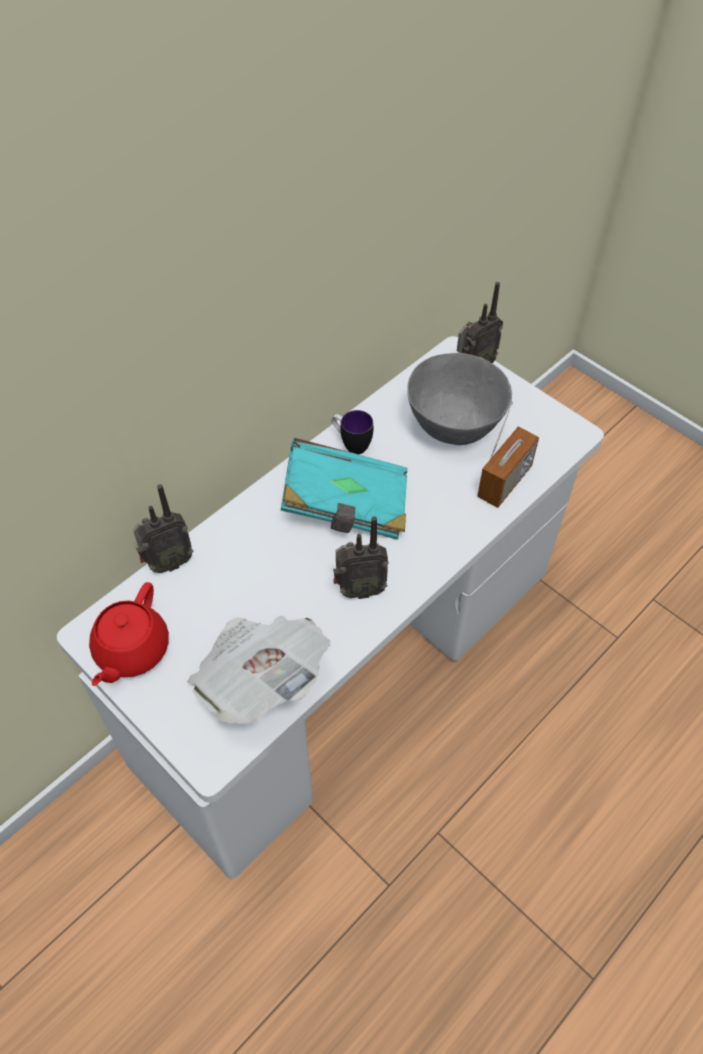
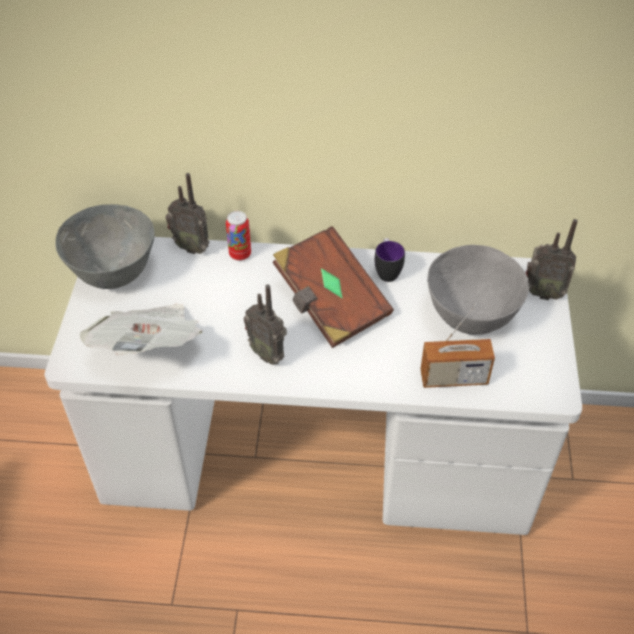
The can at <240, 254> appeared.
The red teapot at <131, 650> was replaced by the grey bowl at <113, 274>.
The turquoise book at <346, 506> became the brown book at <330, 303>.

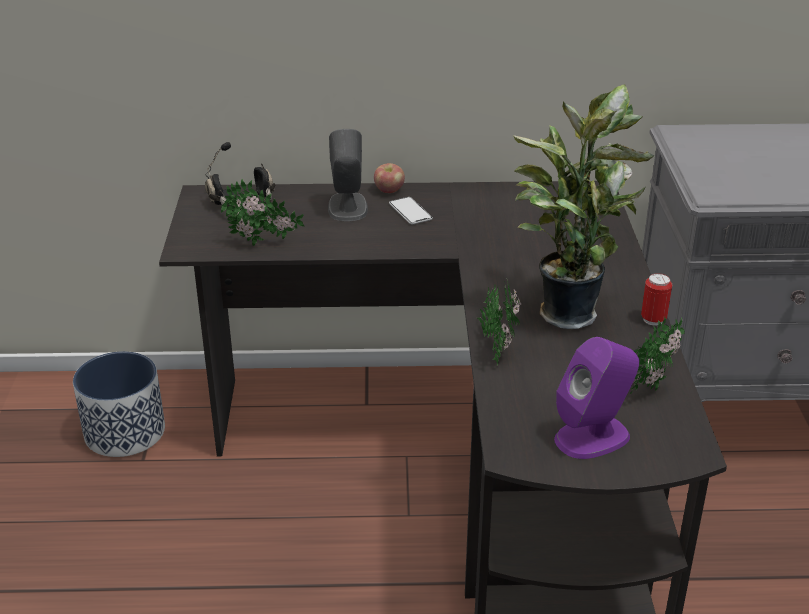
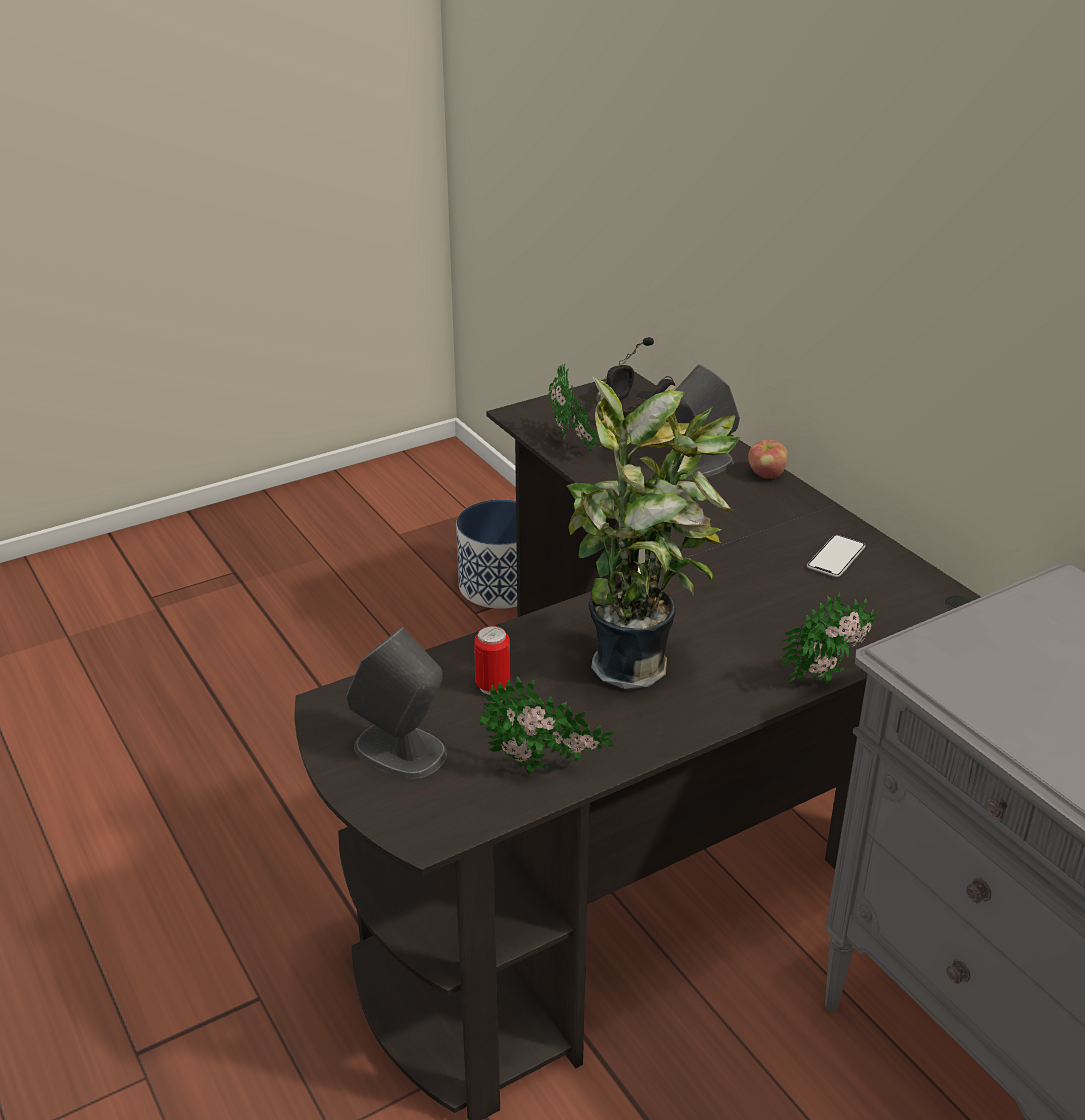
The phone moved from <410, 212> to <836, 557>.
The potted plant moved from <496, 347> to <830, 675>.
The can moved from <653, 319> to <493, 686>.
The purple speaker at <593, 437> became the grey speaker at <401, 750>.

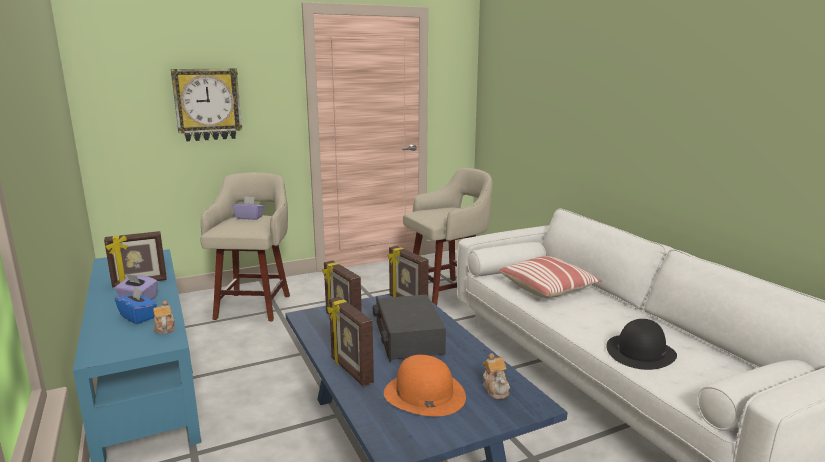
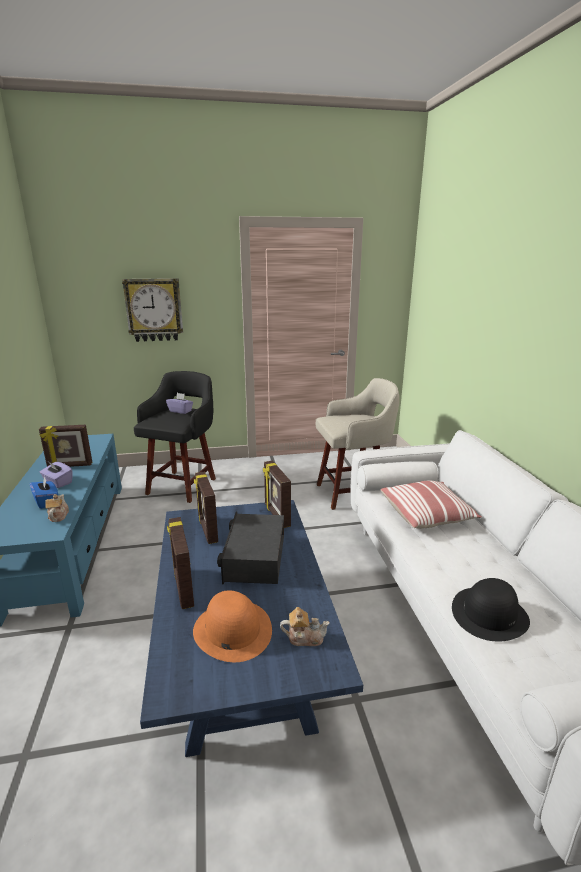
The beige stool at <255, 305> became the black stool at <183, 485>.
The teapot at <496, 388> turned 90 degrees counterclockwise.

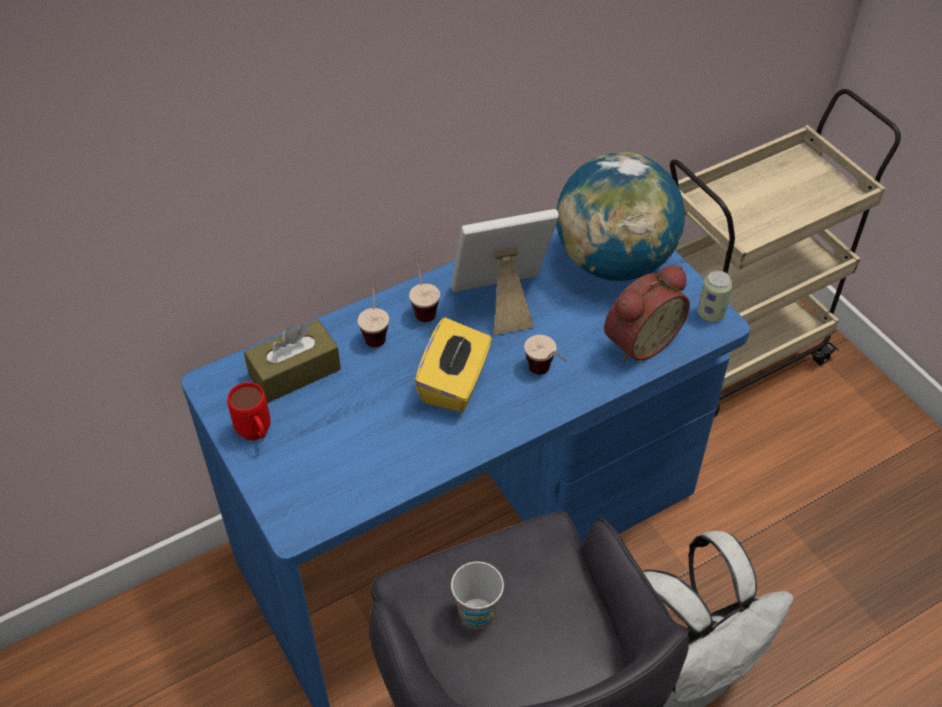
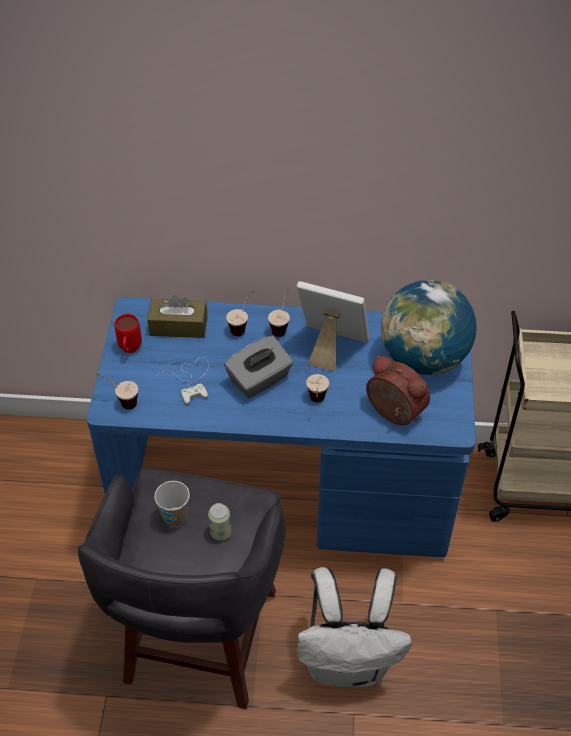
The cup at <120, 402> appeared.
The white game controller at <190, 380> appeared.
The can moved from <710, 314> to <220, 532>.
The yellow tissue box at <454, 383> became the grey tissue box at <259, 380>.
The alarm clock at <638, 340> turned 135 degrees counterclockwise.

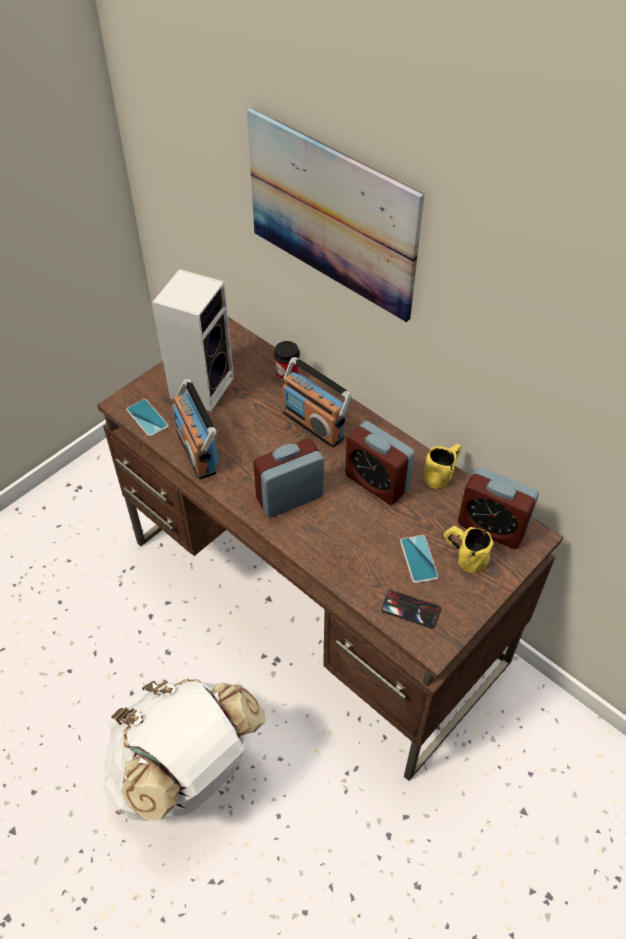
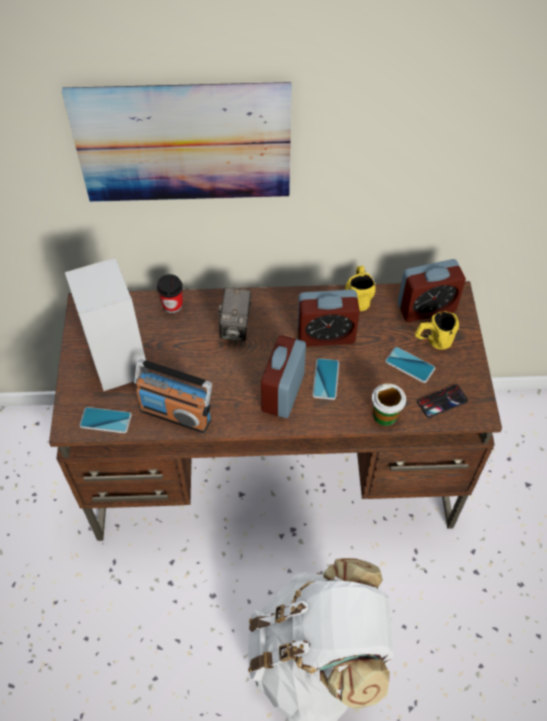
The phone at <325, 379> appeared.
The cup at <385, 415> appeared.
The radio at <314, 424> was replaced by the photo camera at <236, 327>.

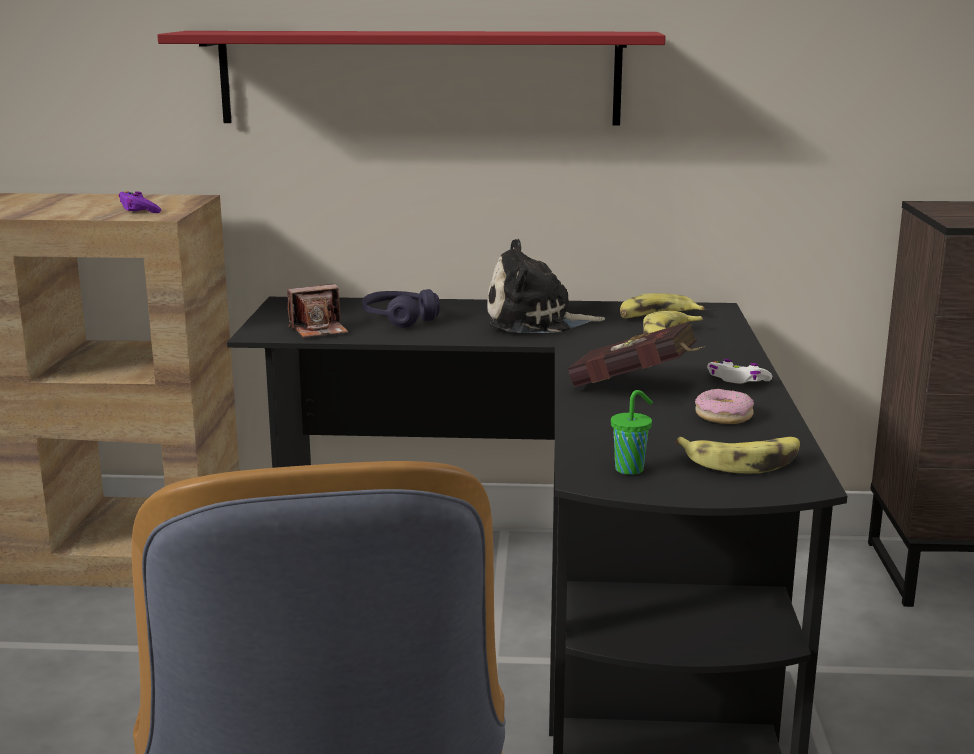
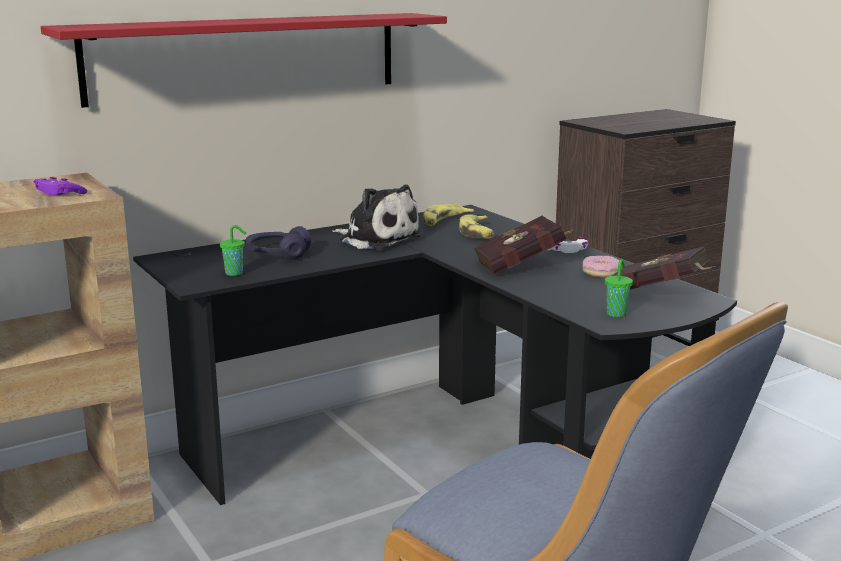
The photo camera at <319, 330> was replaced by the green cup at <235, 273>.
The banana at <742, 462> was replaced by the red book at <660, 295>.
The plush toy at <536, 322> turned 105 degrees counterclockwise.

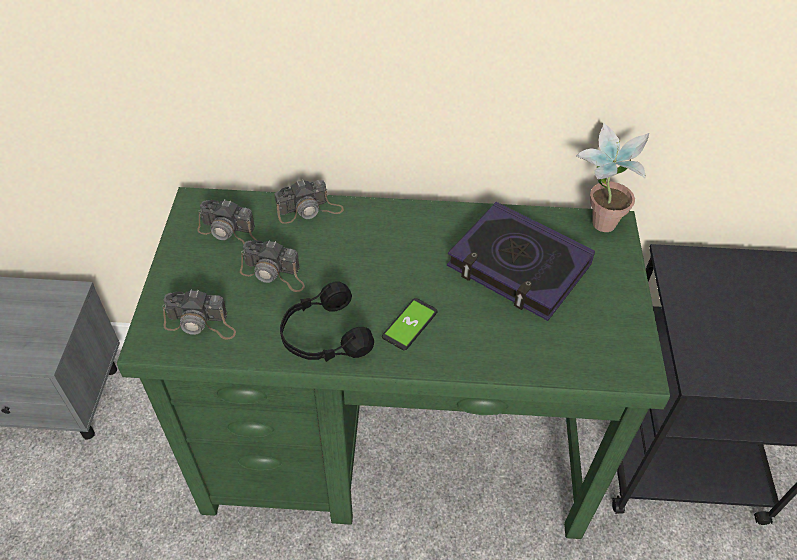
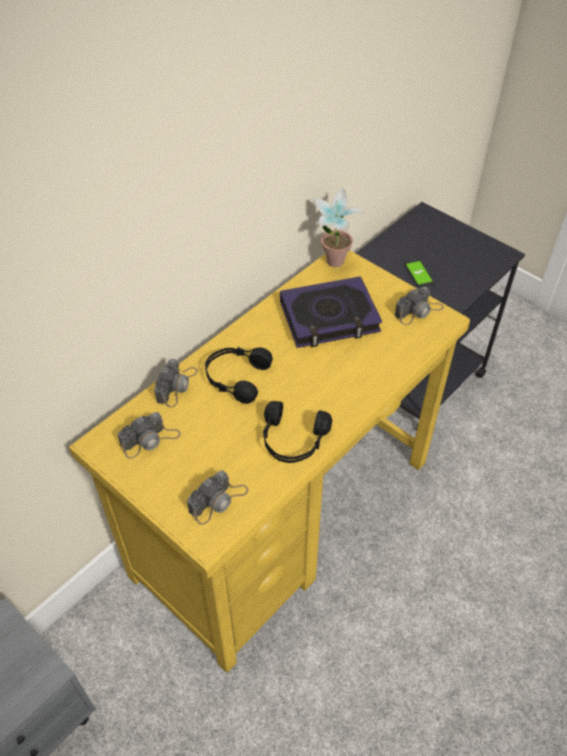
The black headphones at <236, 378> appeared.
The photo camera moved from <274, 273> to <418, 311>.
The phone moved from <410, 324> to <418, 274>.
The green desk at <396, 446> became the yellow desk at <283, 515>.

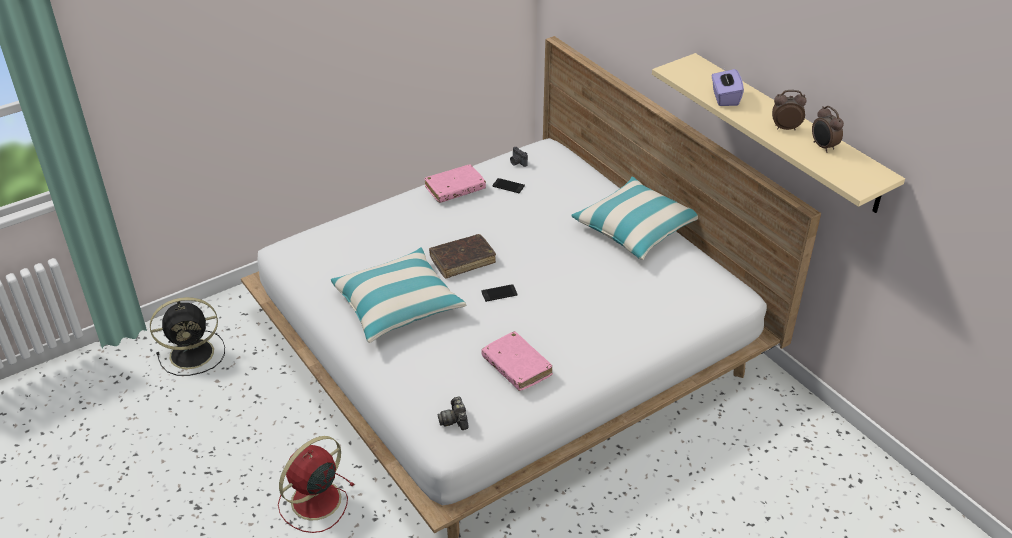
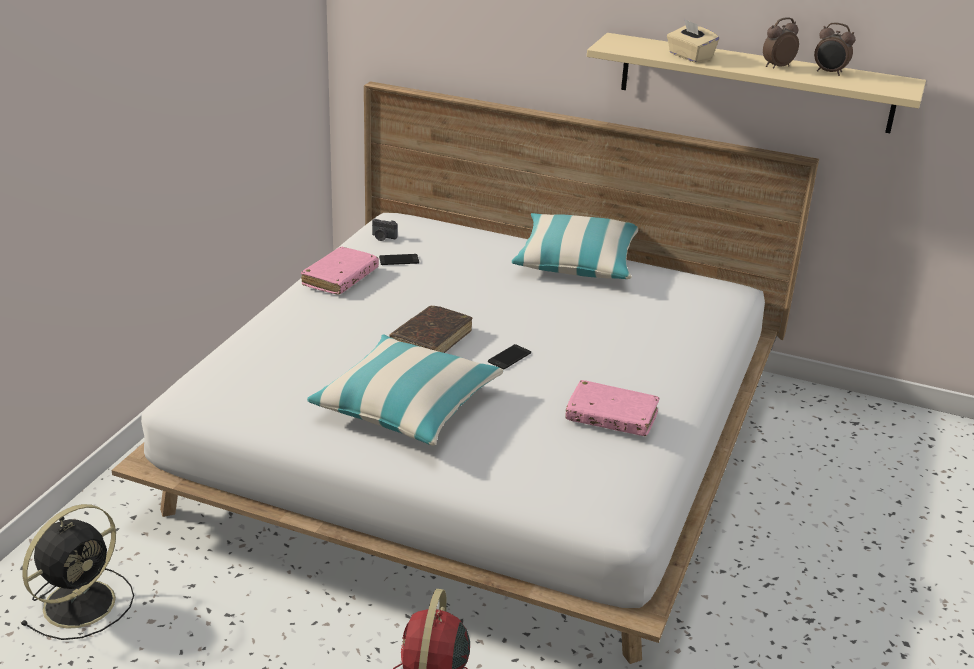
The photo camera at <455, 420> disappeared.
The purple tissue box at <724, 98> became the beige tissue box at <689, 57>.

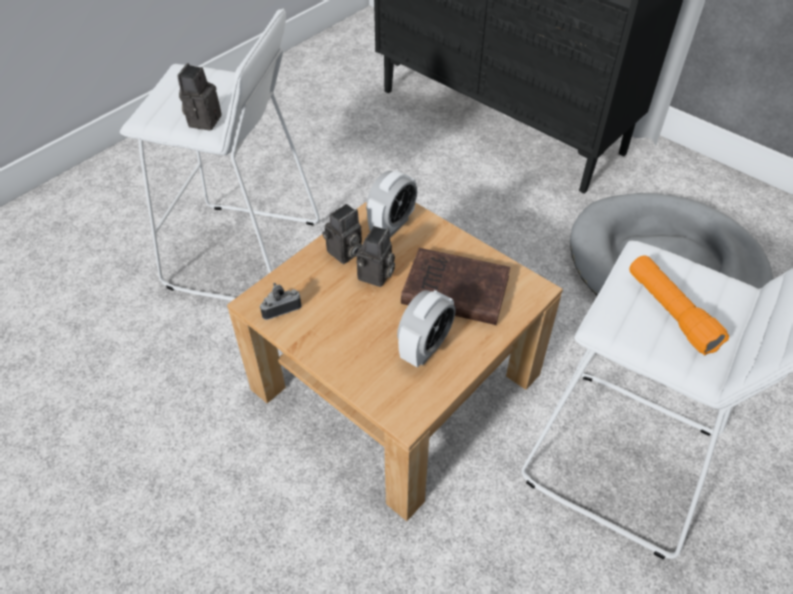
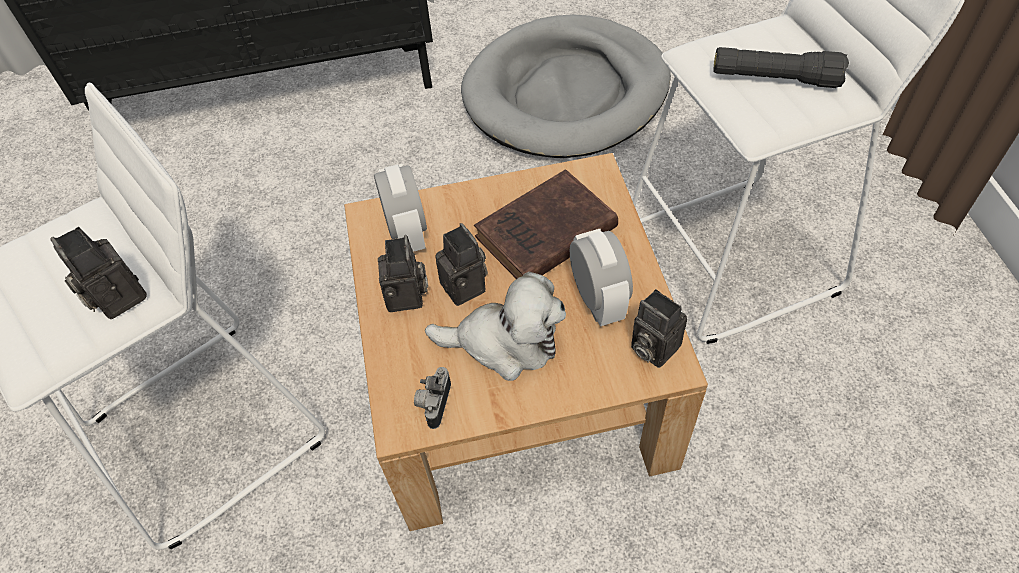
The plush toy at <505, 342> appeared.
The photo camera at <651, 347> appeared.
The orange flashlight at <670, 312> became the black flashlight at <775, 79>.

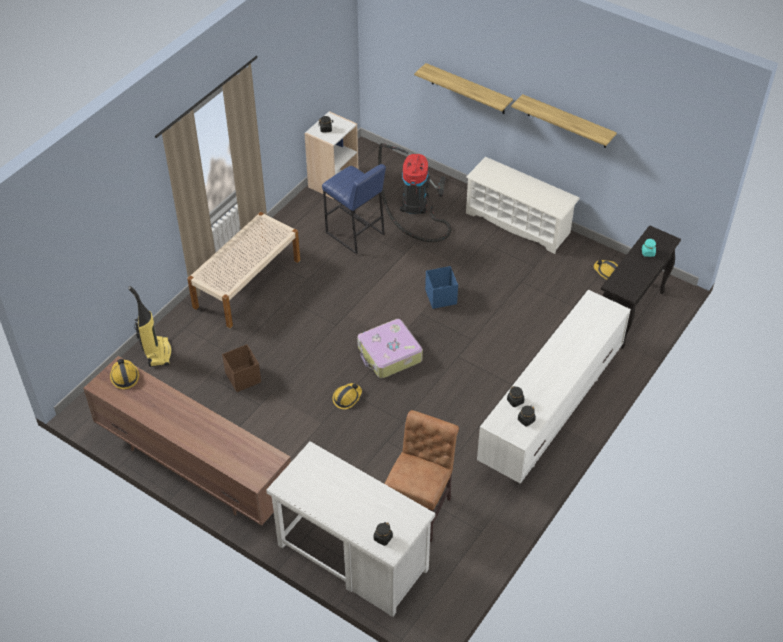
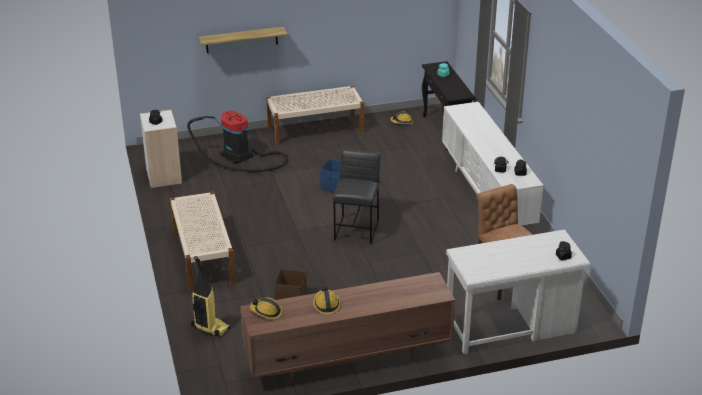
The blue stool at <355, 234> disappeared.
The shelf at <567, 122> disappeared.
The hard hat moved from <347, 398> to <326, 304>.
The suitcase at <389, 355> was replaced by the grey stool at <357, 230>.
The white shoe rack at <518, 223> was replaced by the beige bench at <315, 129>.

